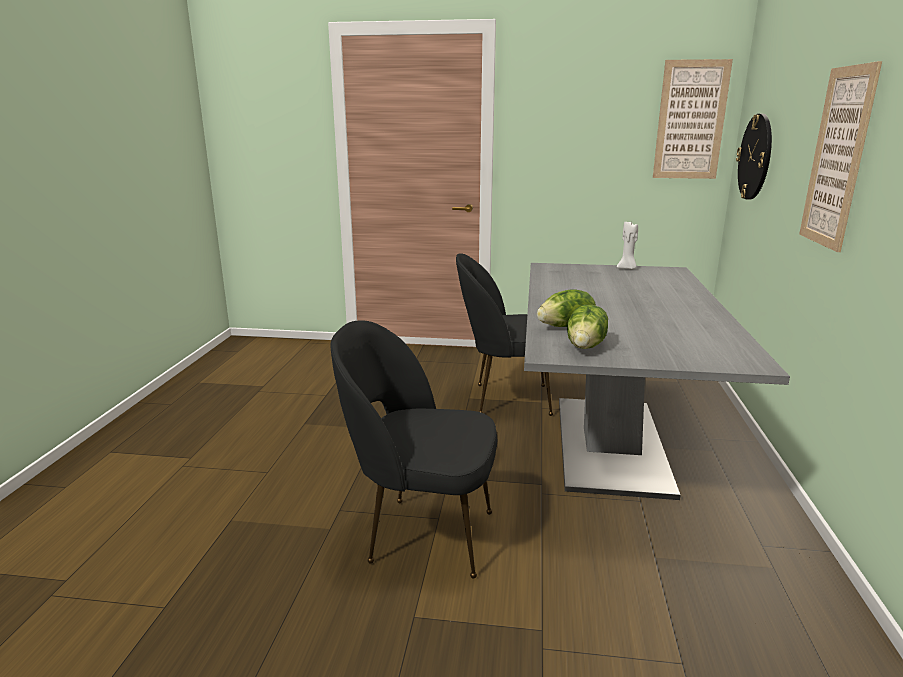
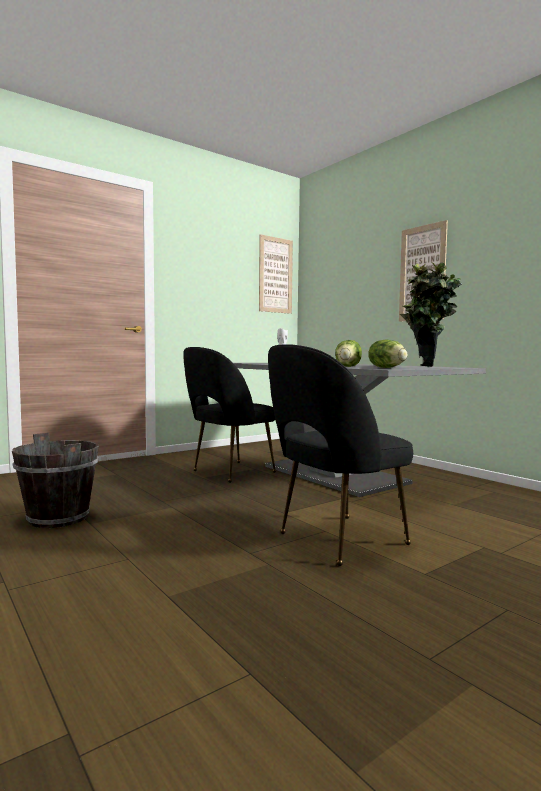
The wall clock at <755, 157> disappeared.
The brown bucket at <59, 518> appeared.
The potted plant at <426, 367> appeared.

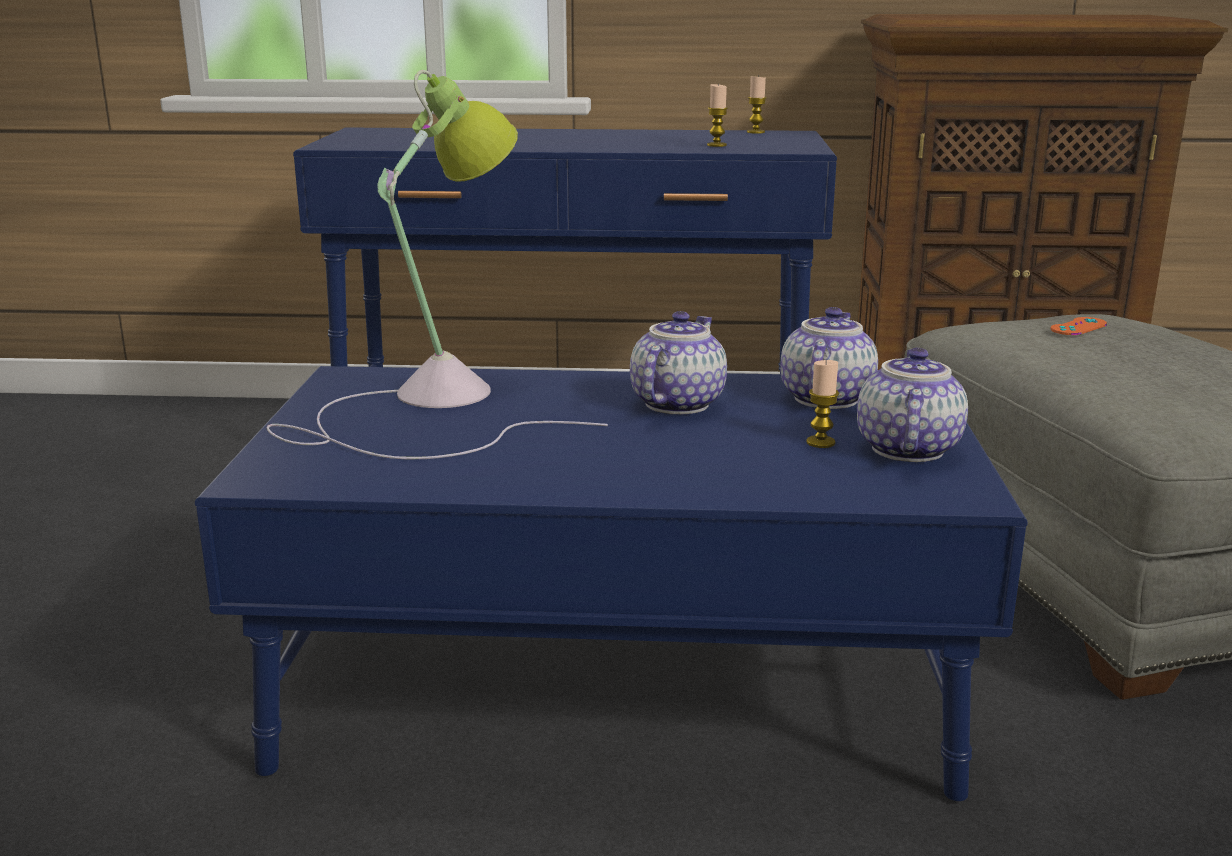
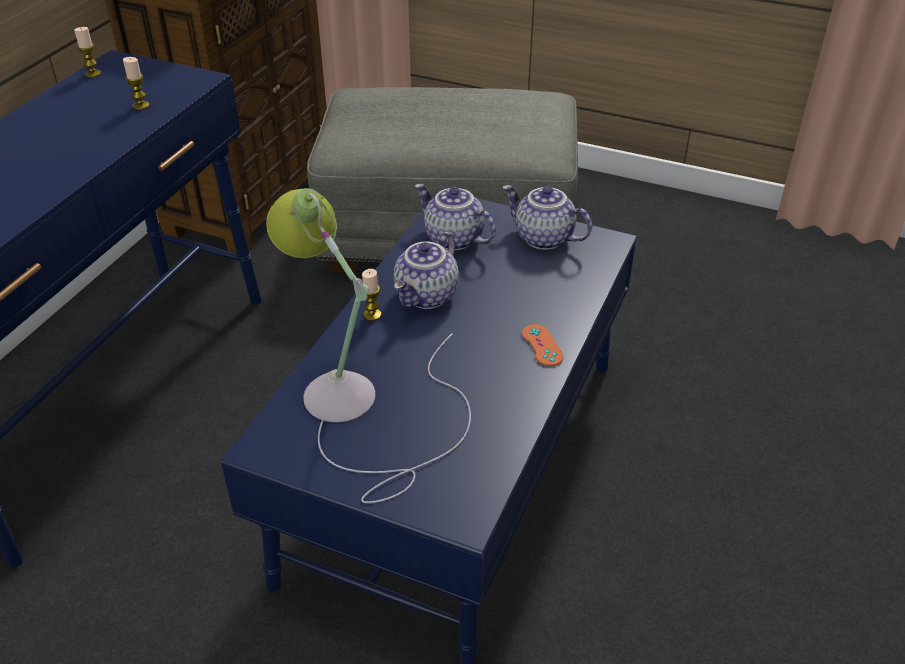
The candle moved from <820, 442> to <372, 315>.
The orange game controller moved from <1078, 327> to <542, 345>.
The teapot at <675, 403> turned 105 degrees counterclockwise.

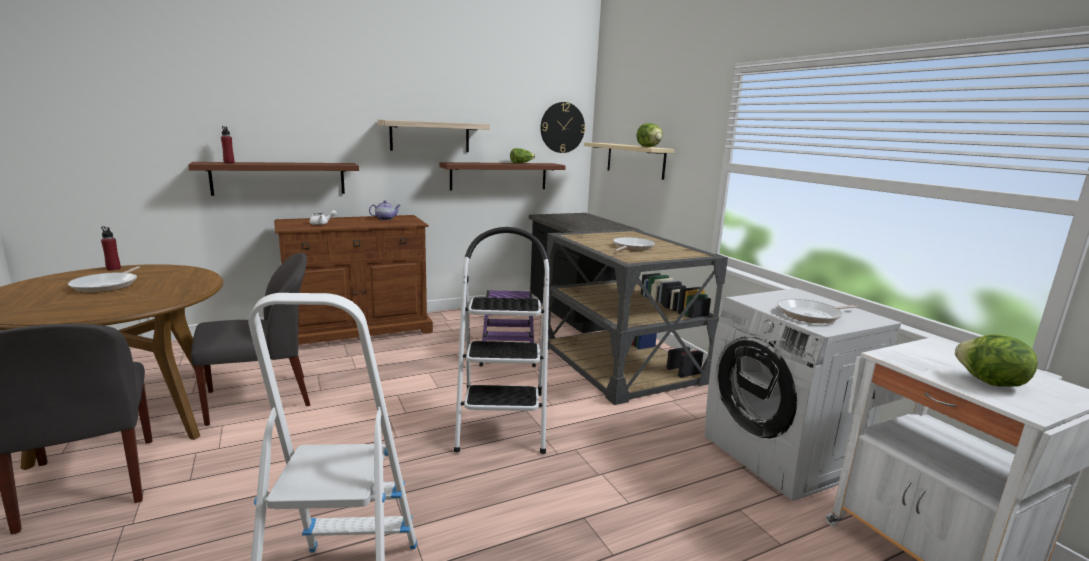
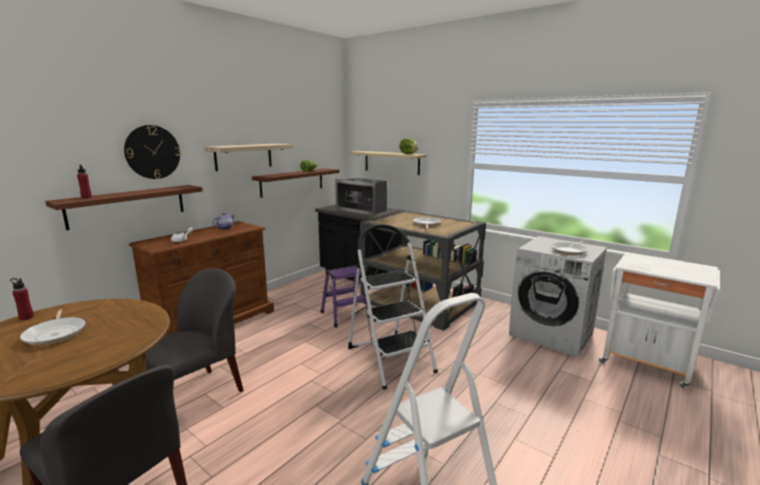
The lettuce at <989, 383> disappeared.
The microwave at <363, 210> appeared.
The wall clock moved from <562, 127> to <152, 152>.

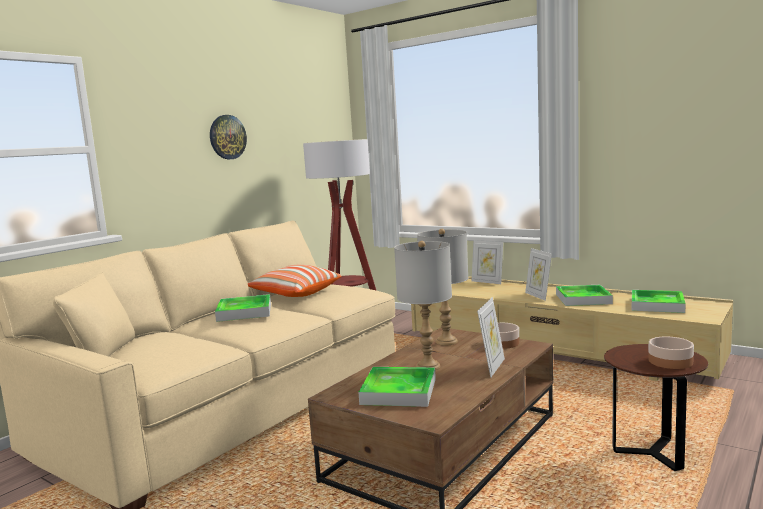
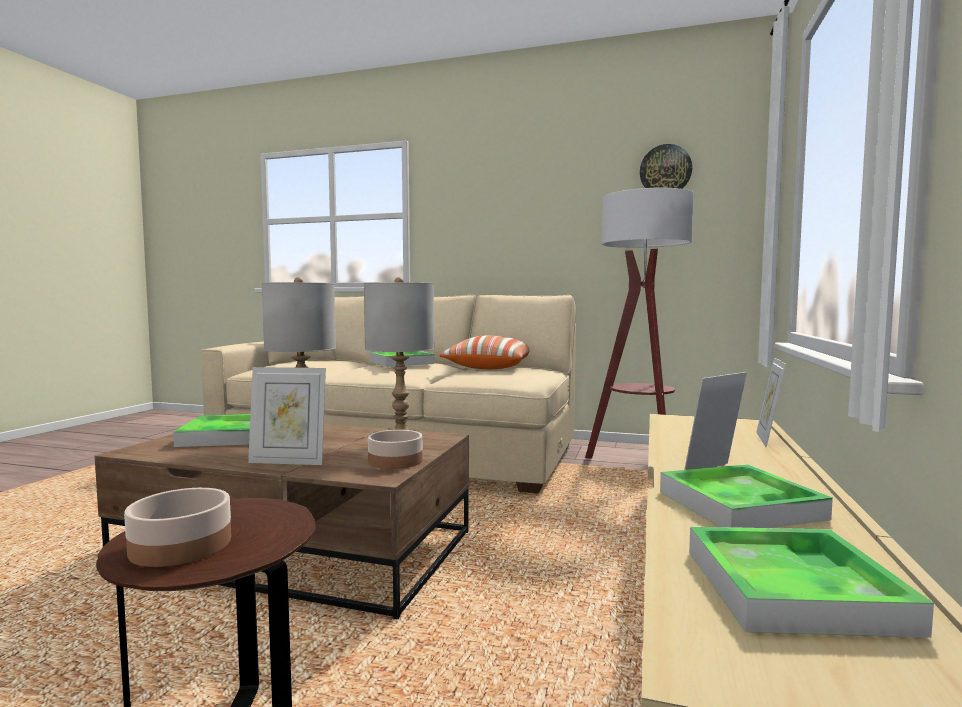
The wall clock moved from <227, 137> to <665, 170>.

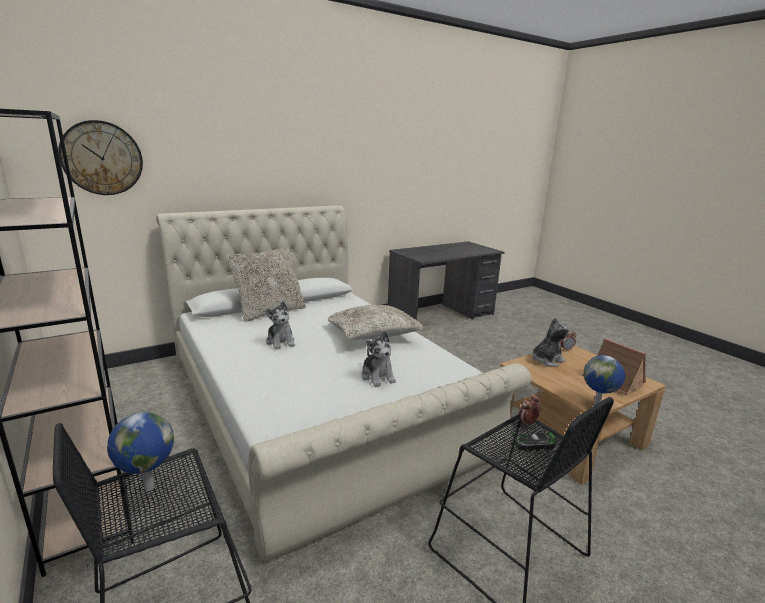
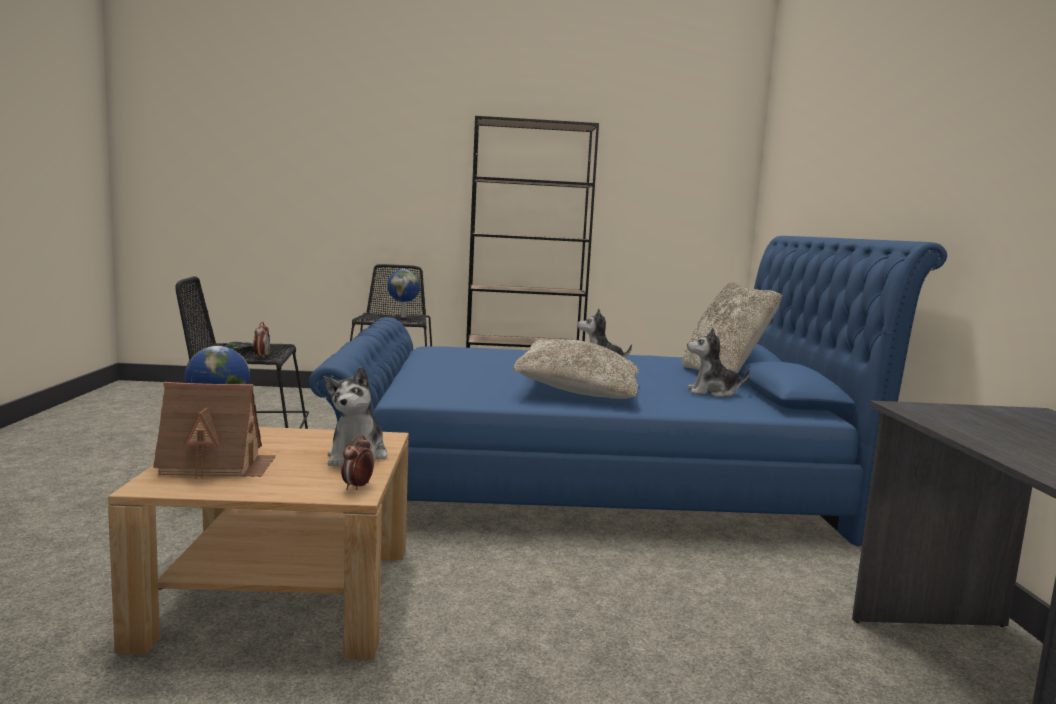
The wall clock at <102, 158> disappeared.
The plush toy moved from <378, 376> to <712, 392>.
The beige bed at <317, 402> became the blue bed at <589, 473>.

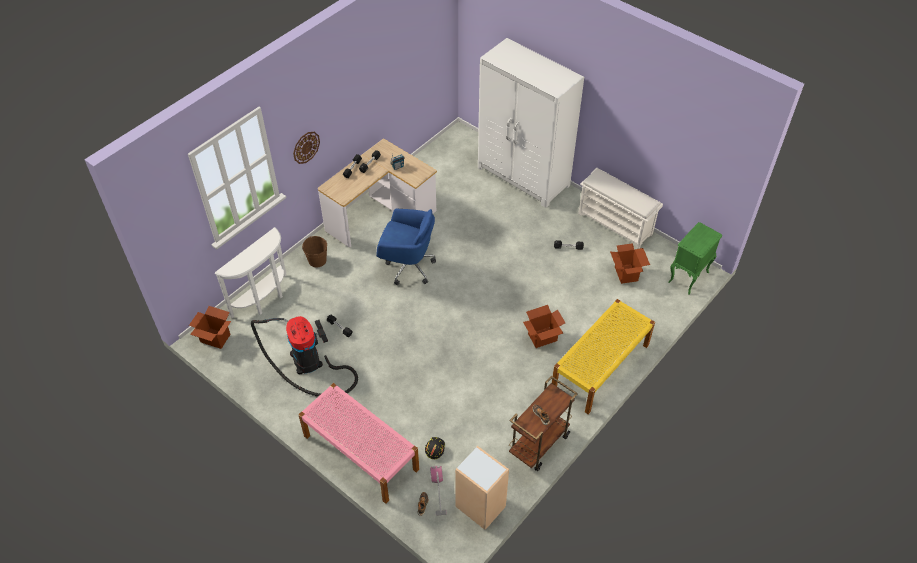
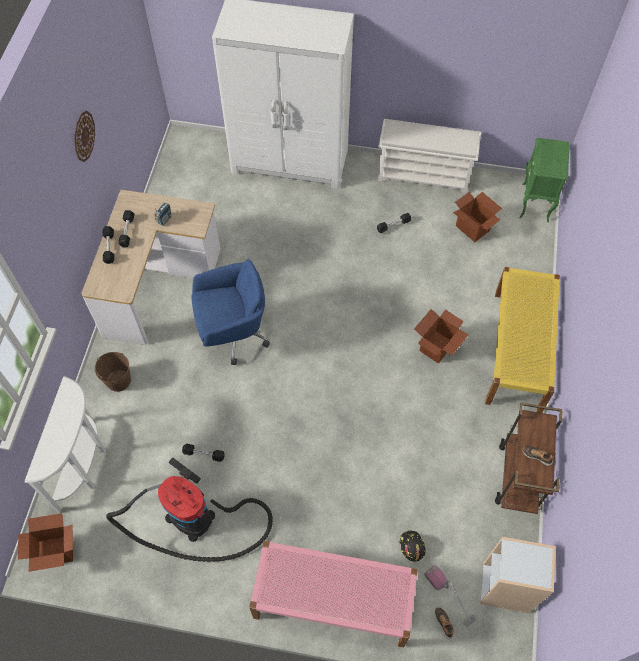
The wall clock moved from <306, 147> to <83, 136>.

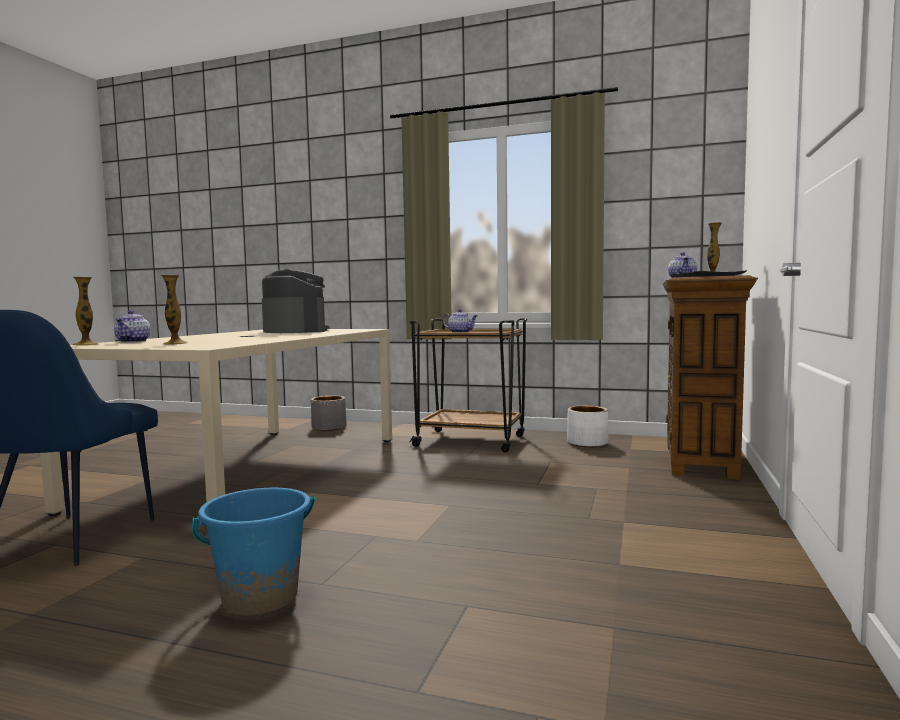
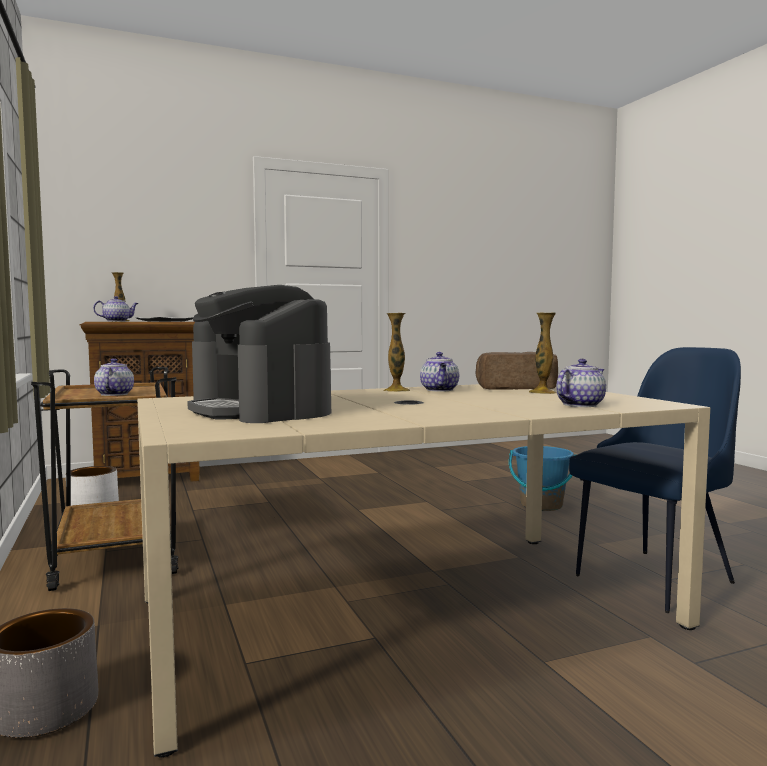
The teapot at <440, 390> appeared.
The bread at <515, 388> appeared.
The vase moved from <85, 344> to <396, 391>.
The coffee machine at <295, 331> turned 60 degrees counterclockwise.

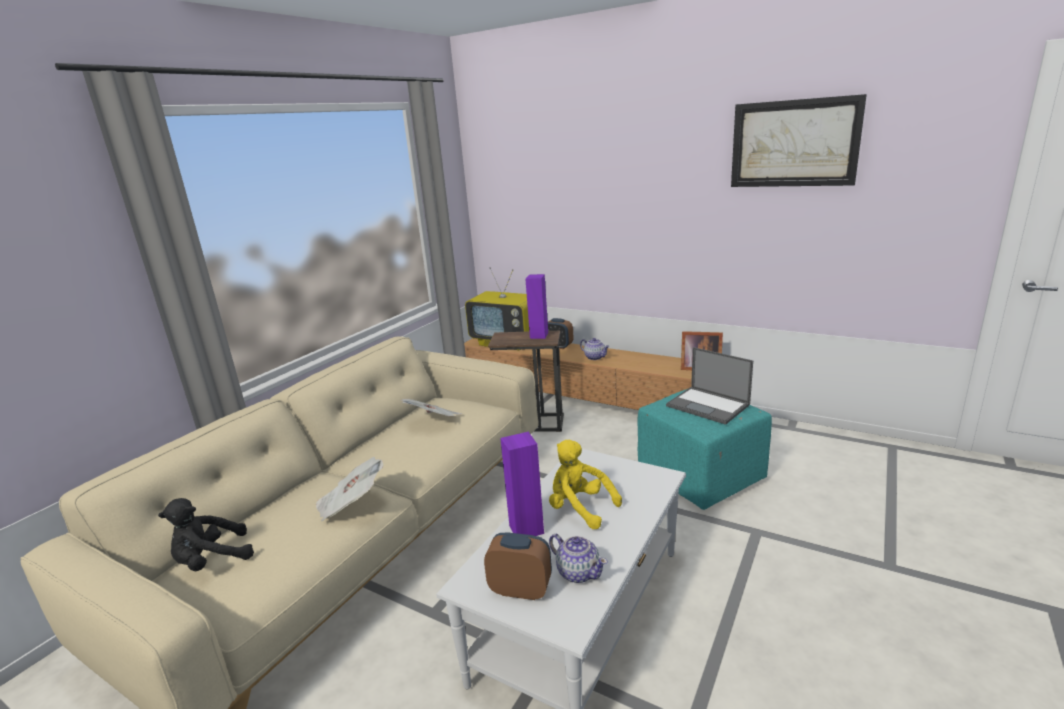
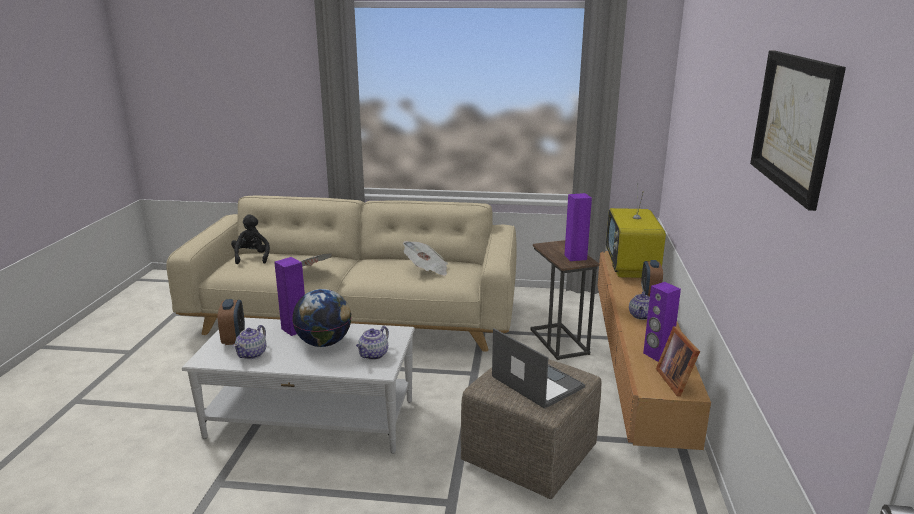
The teapot at <373, 355> appeared.
The purple speaker at <657, 355> appeared.
The yellow plush toy at <579, 508> was replaced by the globe at <324, 343>.
The turquoise ottoman at <702, 477> became the beige ottoman at <529, 457>.
The black plush toy at <212, 561> turned 45 degrees clockwise.
The laptop at <709, 405> turned 120 degrees clockwise.

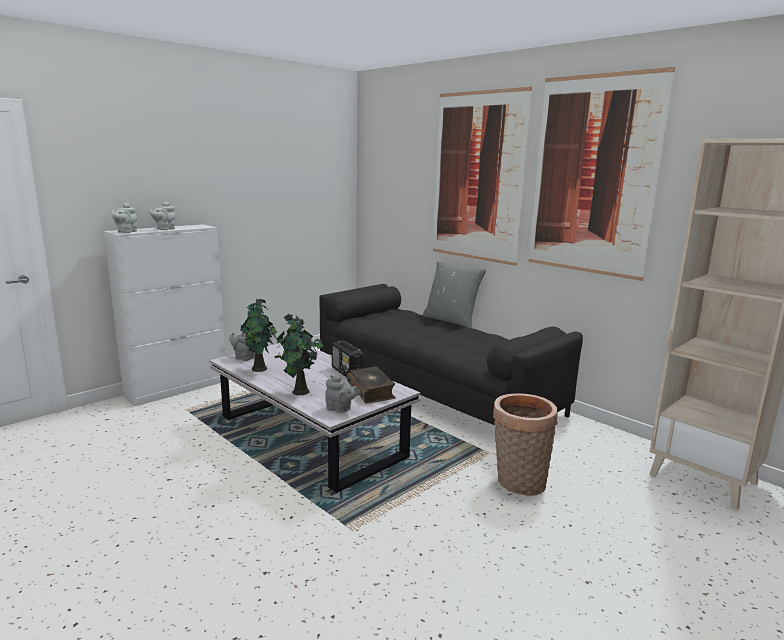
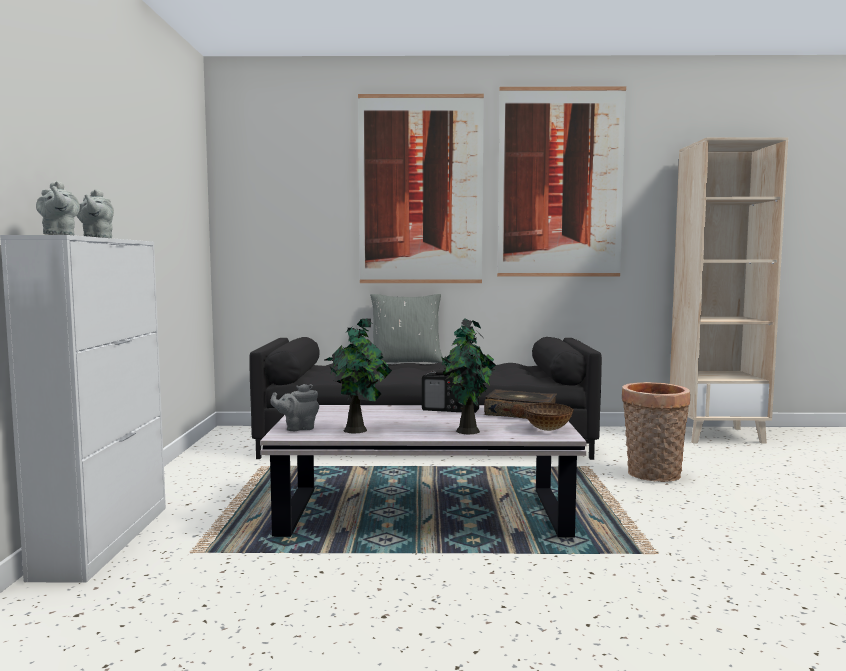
The grey teapot at <340, 409> was replaced by the bowl at <547, 430>.

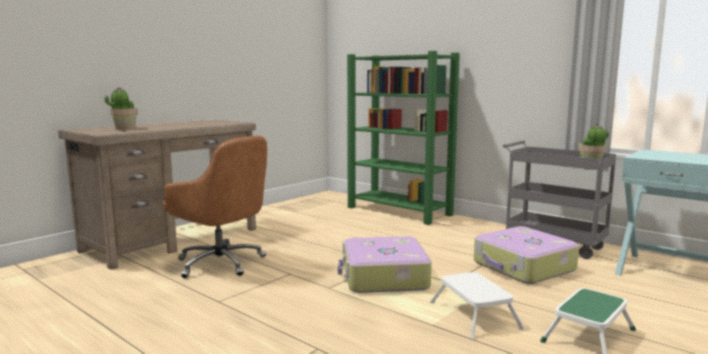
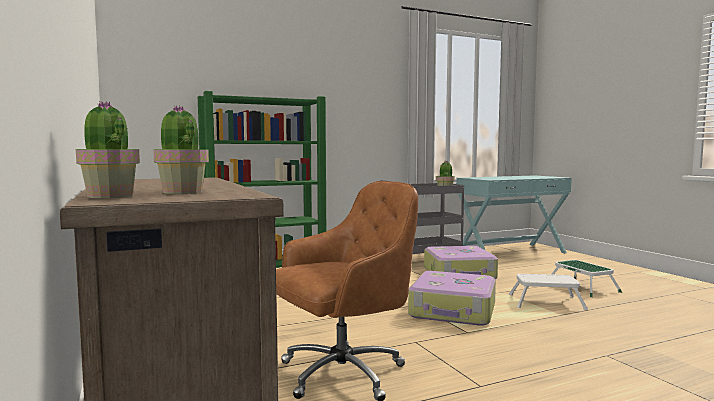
The potted plant at <110, 196> appeared.

